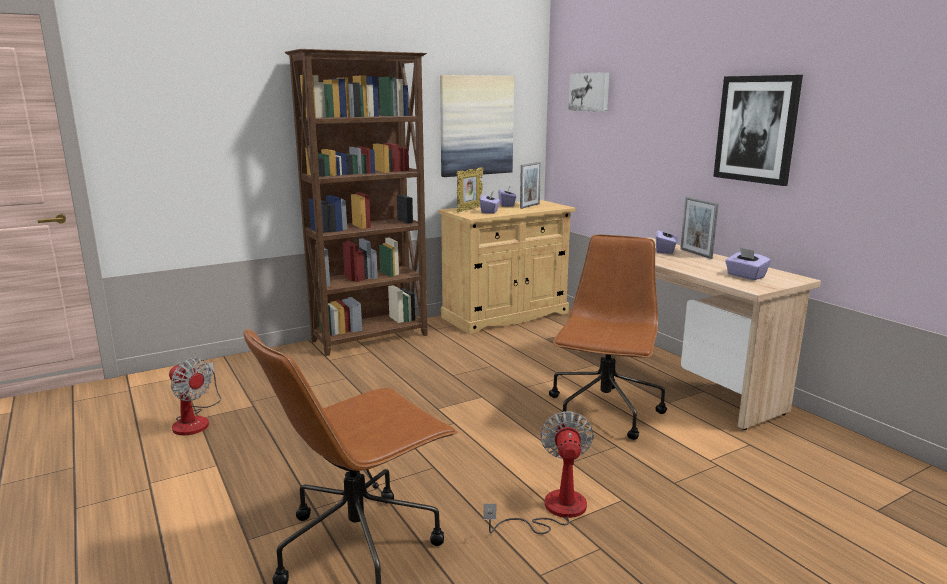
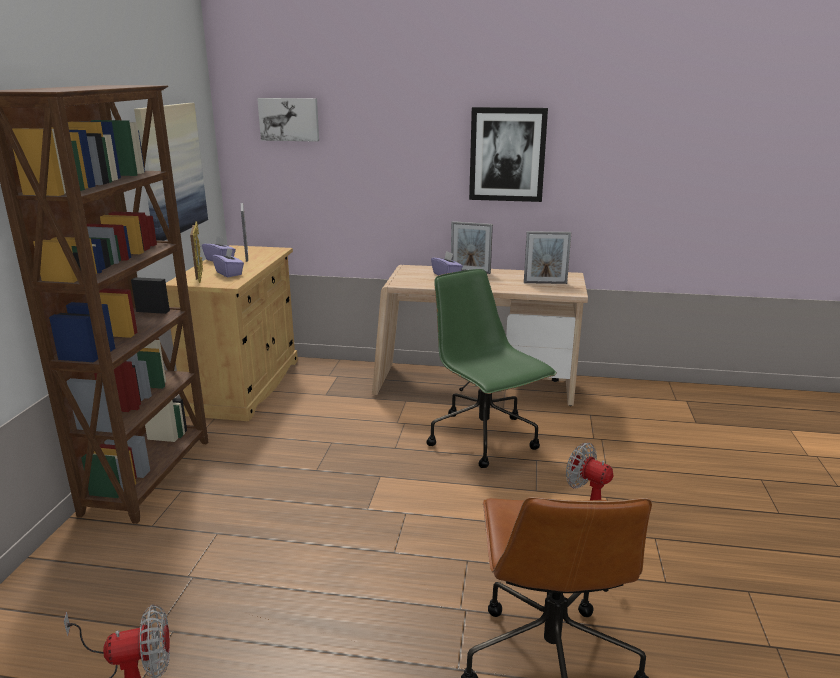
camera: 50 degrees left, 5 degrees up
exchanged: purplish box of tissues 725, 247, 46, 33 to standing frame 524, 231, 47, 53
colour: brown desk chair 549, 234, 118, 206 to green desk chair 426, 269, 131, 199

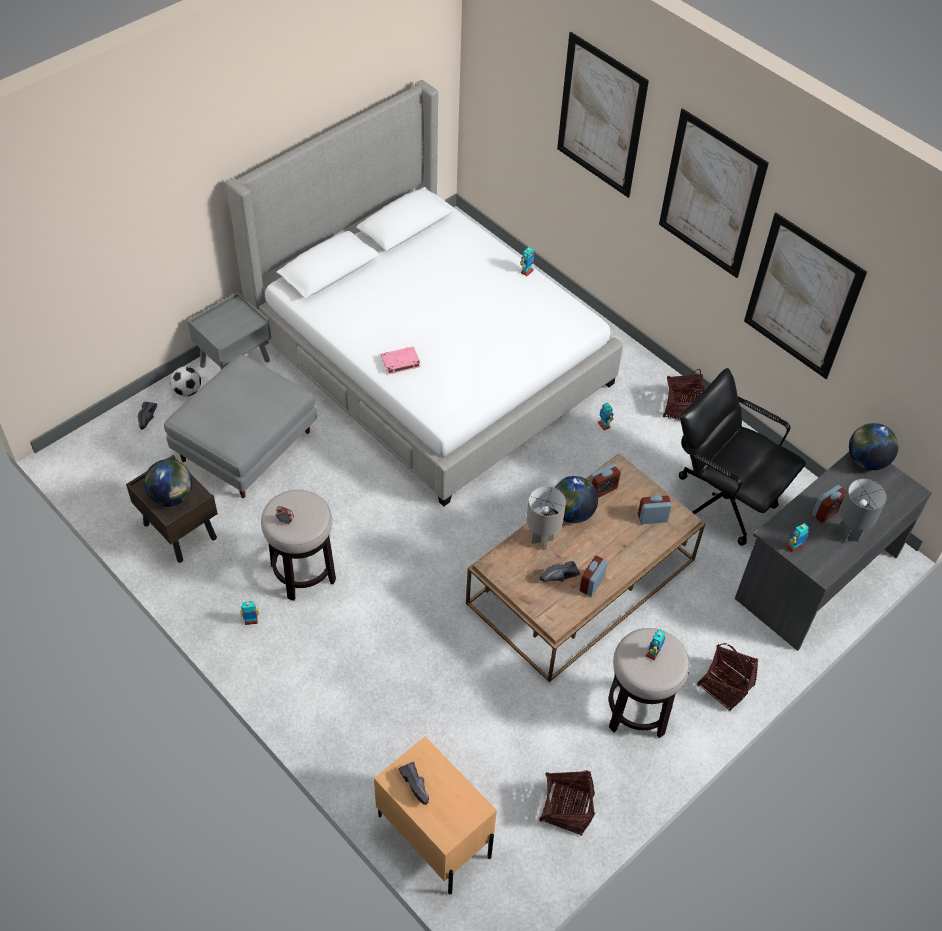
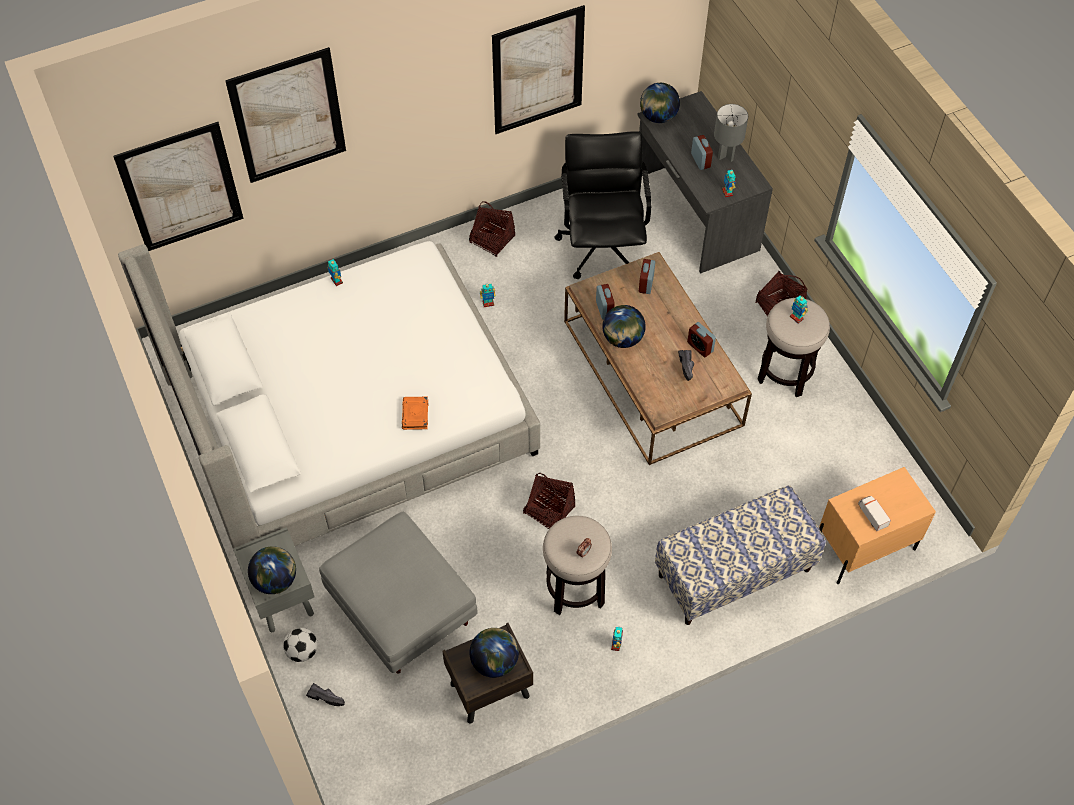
camera: 70 degrees left, 5 degrees up
missing: grey table lamp 526, 486, 40, 64
appeared: desk globe 248, 546, 48, 48; long seat 655, 485, 171, 140
relocated: basket 539, 770, 56, 66 to 523, 473, 52, 56; wall art 659, 108, 110, 170 to 113, 122, 131, 129
exchanged: black shoe 399, 762, 30, 43 to toy truck 858, 496, 33, 35
colour: pinkish volume 381, 346, 40, 28 to orange volume 402, 397, 26, 33
spun: black desk chair 679, 368, 127, 178 = 554, 132, 97, 147 120 degrees clockwise

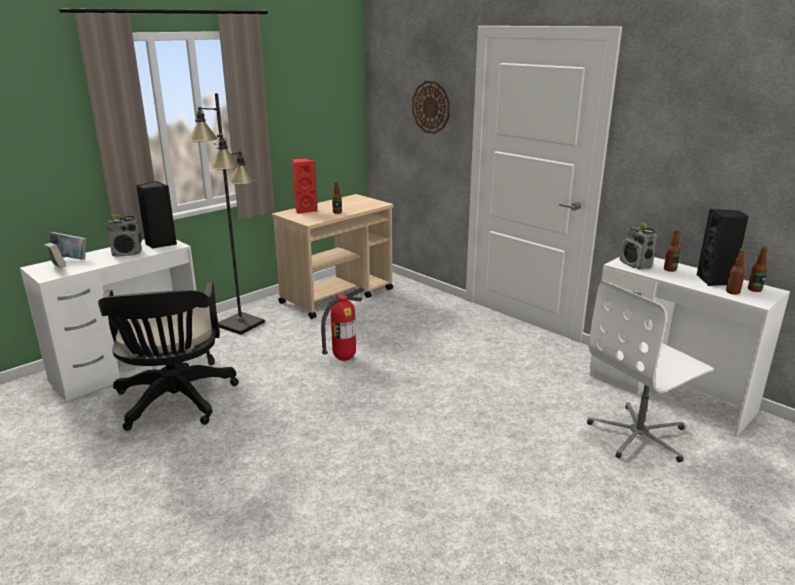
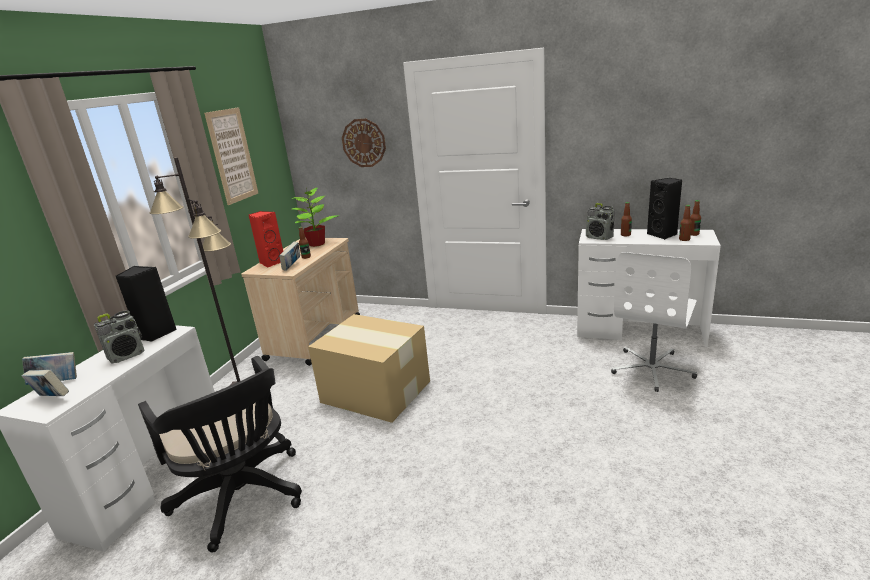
camera: 25 degrees left, 0 degrees up
appeared: wall art 204, 107, 54, 98; volume 279, 241, 21, 30; houseplant 292, 186, 47, 61
exchanged: extinguisher 321, 286, 44, 75 to packing box 308, 314, 122, 109

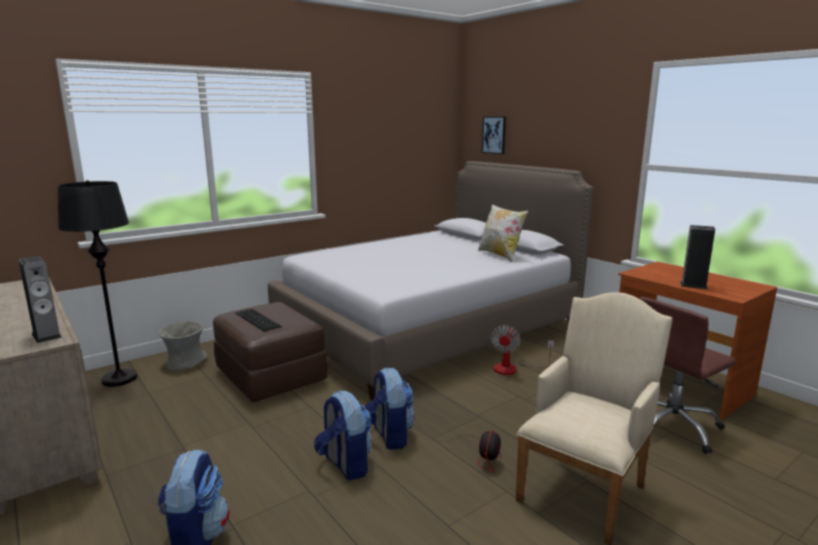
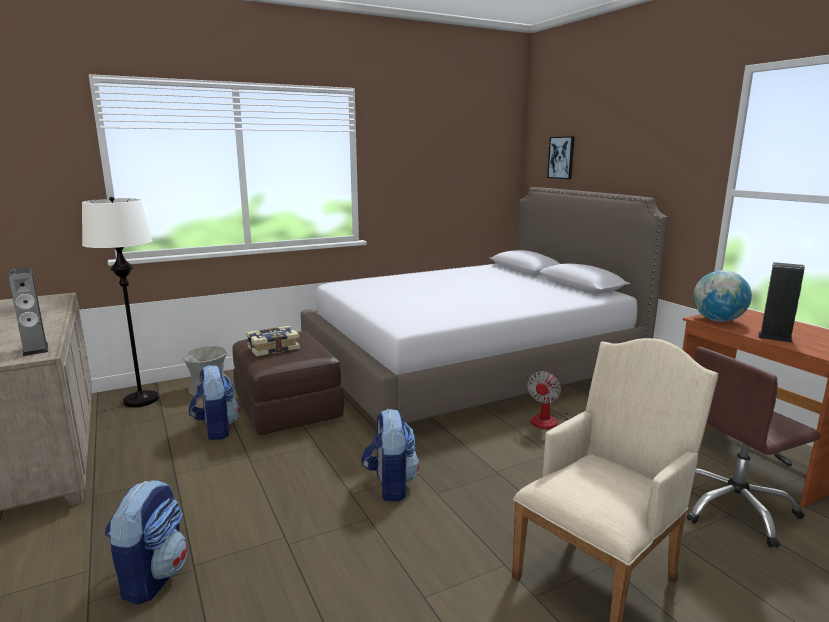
camera: 10 degrees right, 0 degrees up
missing: cooling fan 435, 431, 66, 41; pillow 477, 204, 51, 58
appeared: desk globe 693, 270, 59, 52
relocated: rucksack 314, 391, 58, 89 to 189, 365, 51, 75
exchanged: keyboard 235, 309, 47, 22 to volume 247, 326, 53, 30
colour: black standard lamp 57, 180, 80, 207 to white standard lamp 82, 197, 77, 210

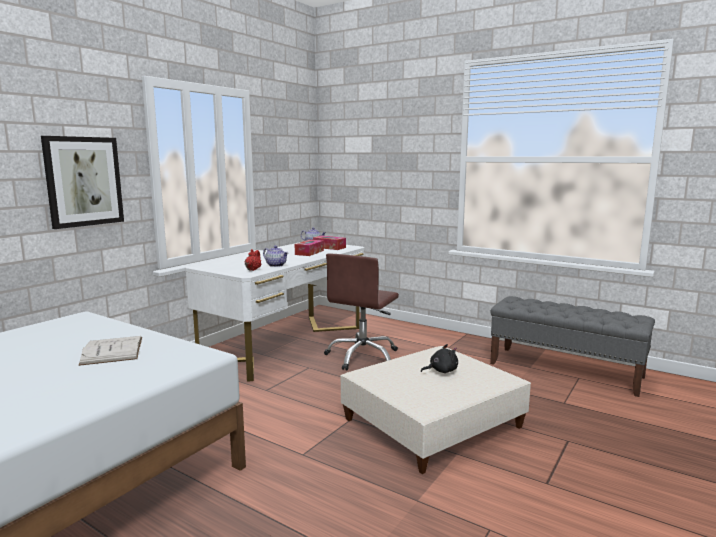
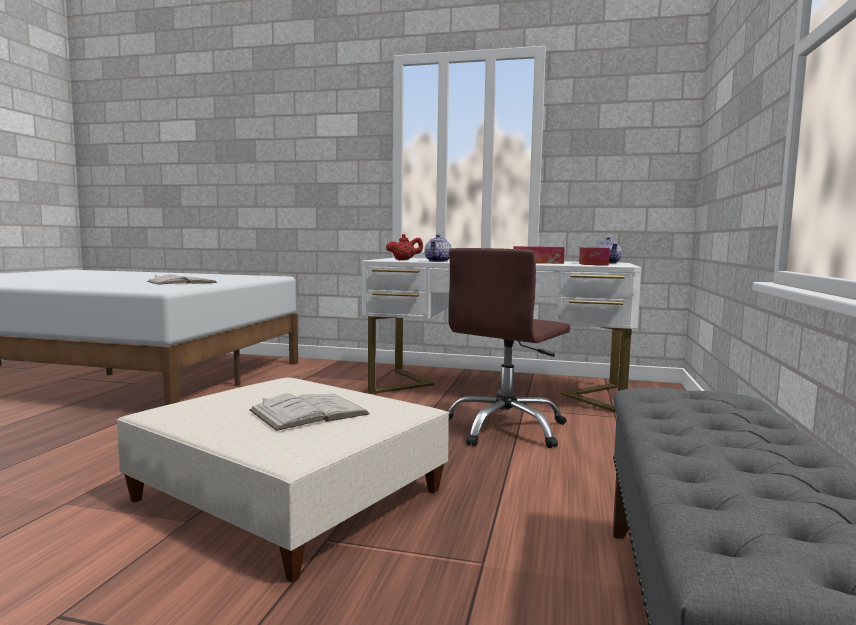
camera: 70 degrees right, 5 degrees down
missing: wall art 41, 136, 83, 93
exchanged: black plush toy 421, 344, 37, 29 to white volume 249, 393, 121, 38
spun: brown desk chair 324, 254, 75, 116 = 448, 248, 122, 200 60 degrees counterclockwise

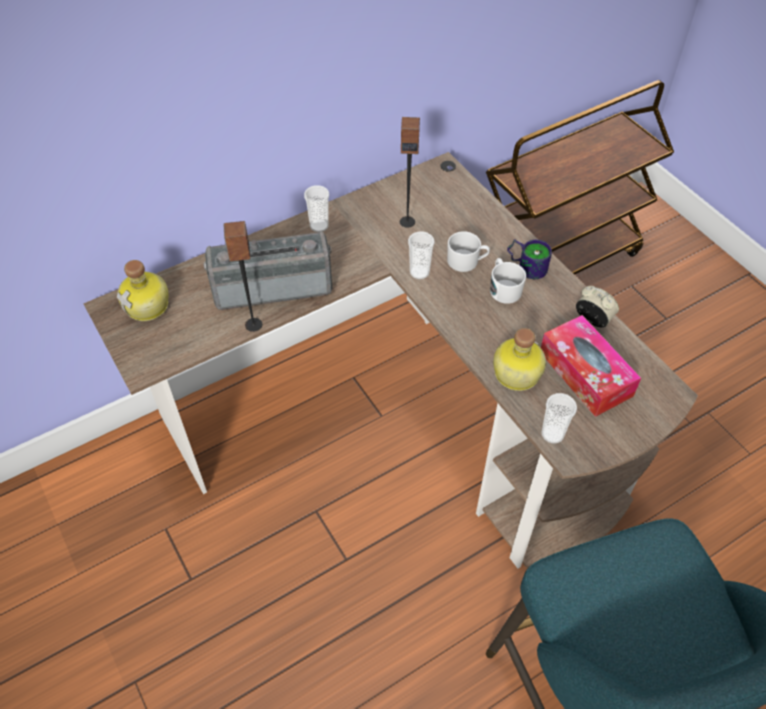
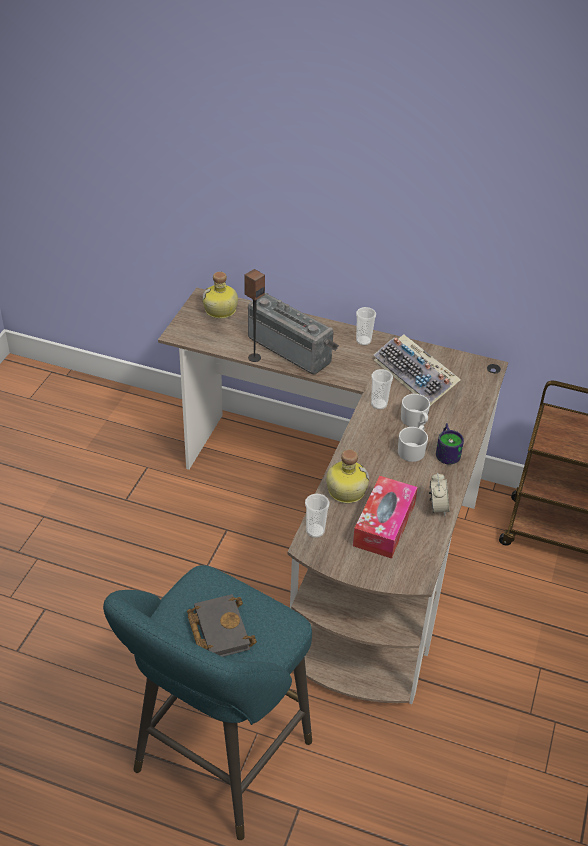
camera: 50 degrees right, 10 degrees down
appeared: black volume 187, 594, 70, 63
exchanged: speaker 400, 117, 20, 111 to keyboard 373, 334, 88, 72

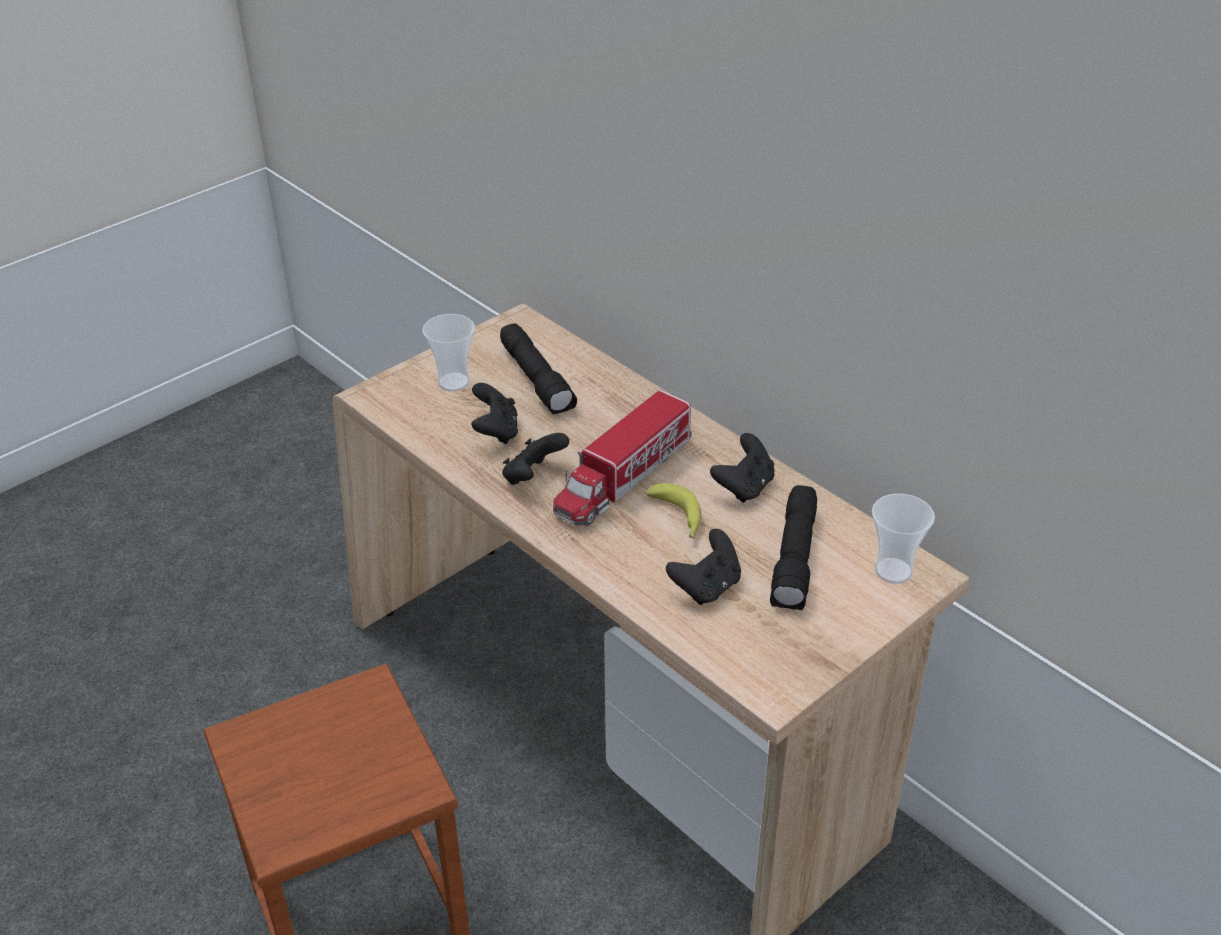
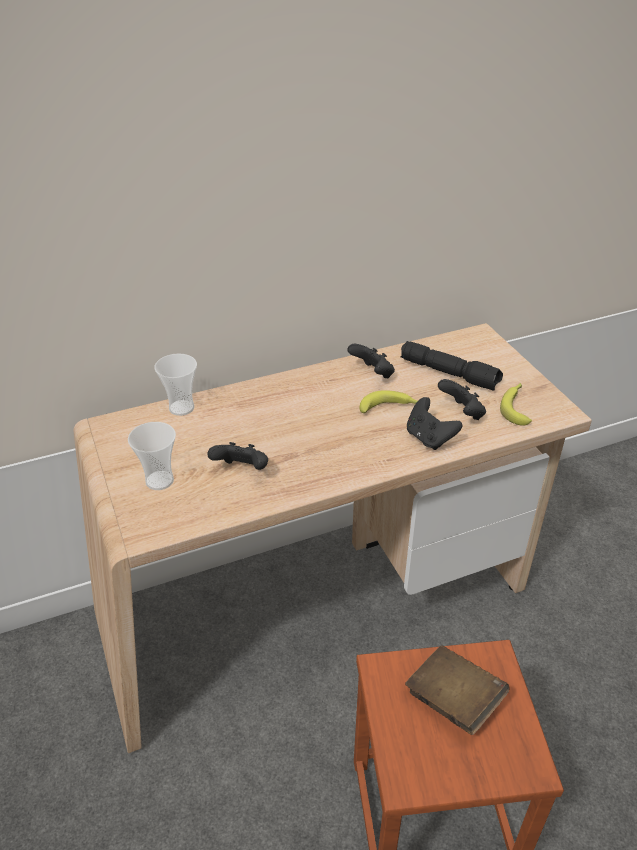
camera: 70 degrees left, 0 degrees up
missing: black flashlight 500, 323, 77, 91; toy truck 553, 390, 139, 136
appeared: brown volume 405, 645, 104, 90; banana fruit 500, 383, 32, 43
relocated: black game controller 502, 433, 67, 52 to 407, 397, 55, 53; small cup 872, 493, 63, 91 to 154, 354, 43, 62

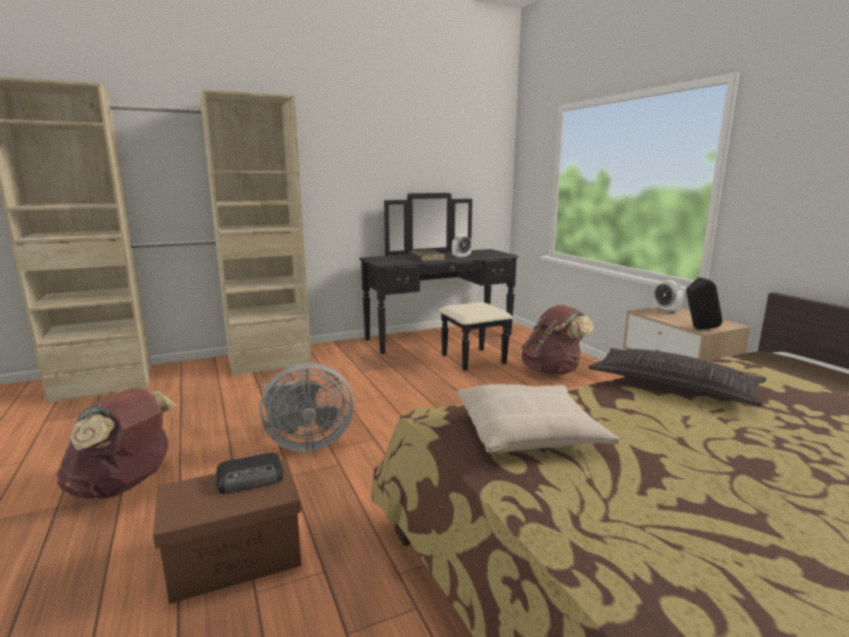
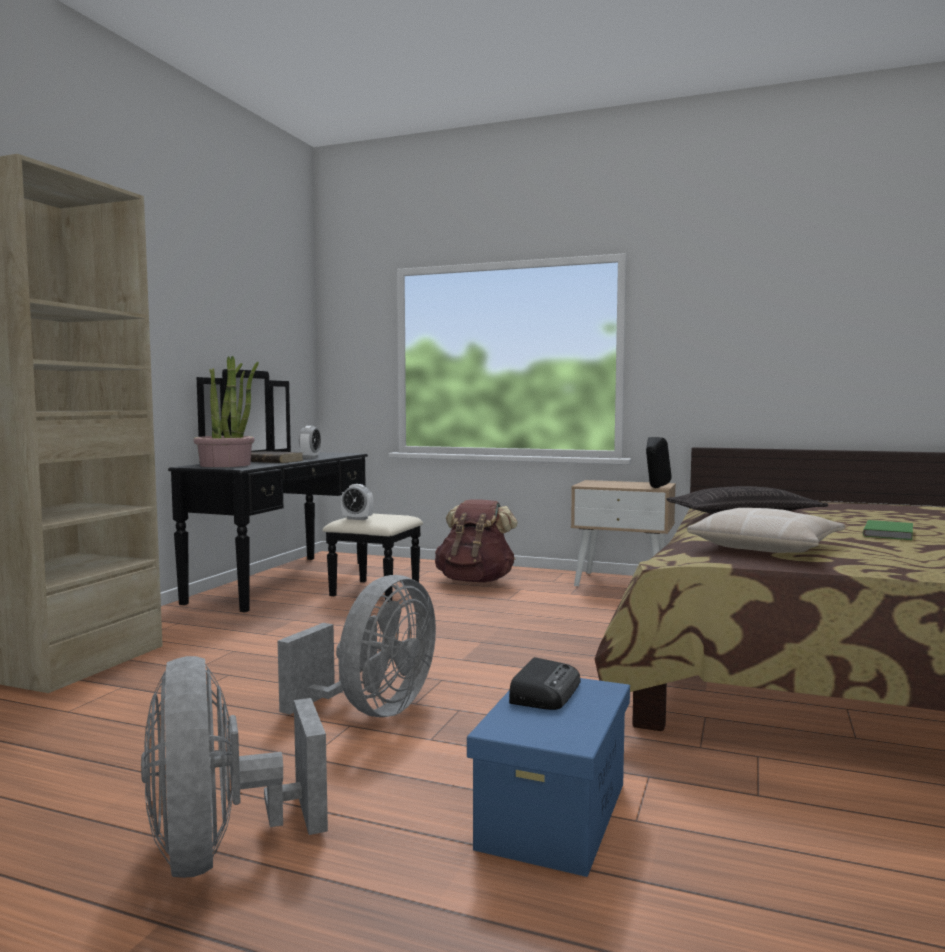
camera: 45 degrees left, 10 degrees down
appeared: houseplant 194, 356, 65, 111; green volume 863, 520, 50, 20
relocated: bedside clock 653, 280, 30, 33 to 341, 484, 33, 36
exchanged: brown rucksack 56, 387, 121, 112 to grey cooling fan 141, 656, 187, 222
colour: brown storage container 153, 459, 149, 145 to bluish storage container 467, 678, 163, 199

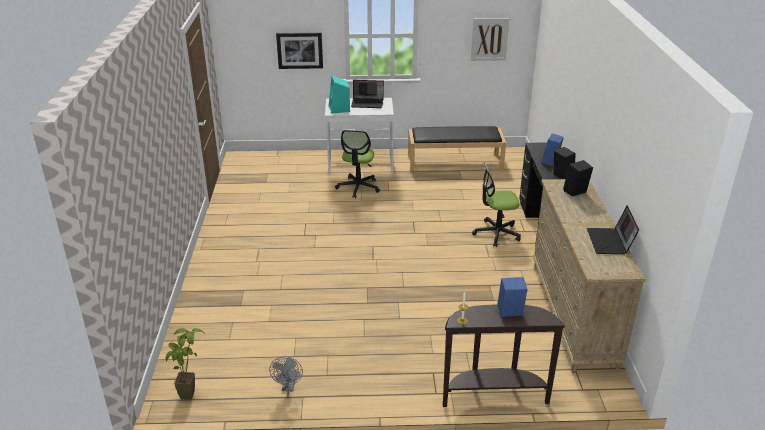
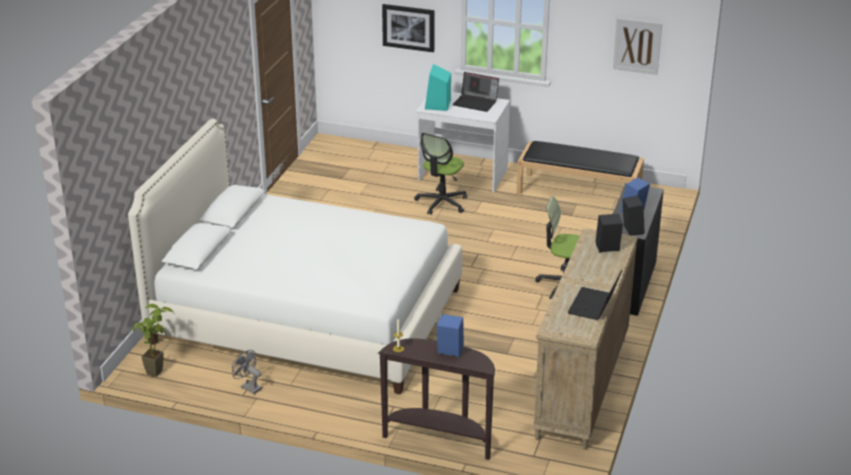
camera: 20 degrees right, 0 degrees up
appeared: white bedroom bed 128, 119, 334, 275
spun: grey cooling fan 269, 356, 34, 35 = 232, 350, 30, 44 105 degrees clockwise

